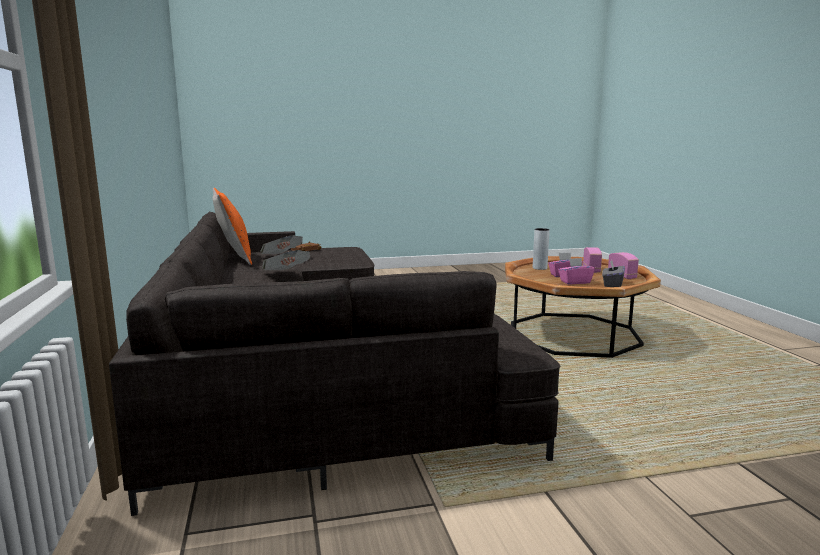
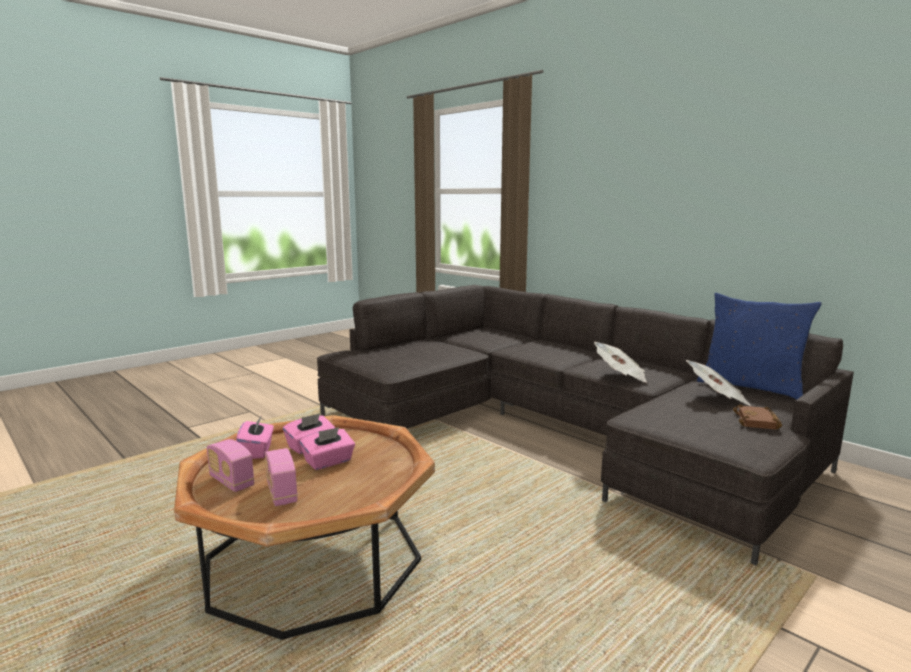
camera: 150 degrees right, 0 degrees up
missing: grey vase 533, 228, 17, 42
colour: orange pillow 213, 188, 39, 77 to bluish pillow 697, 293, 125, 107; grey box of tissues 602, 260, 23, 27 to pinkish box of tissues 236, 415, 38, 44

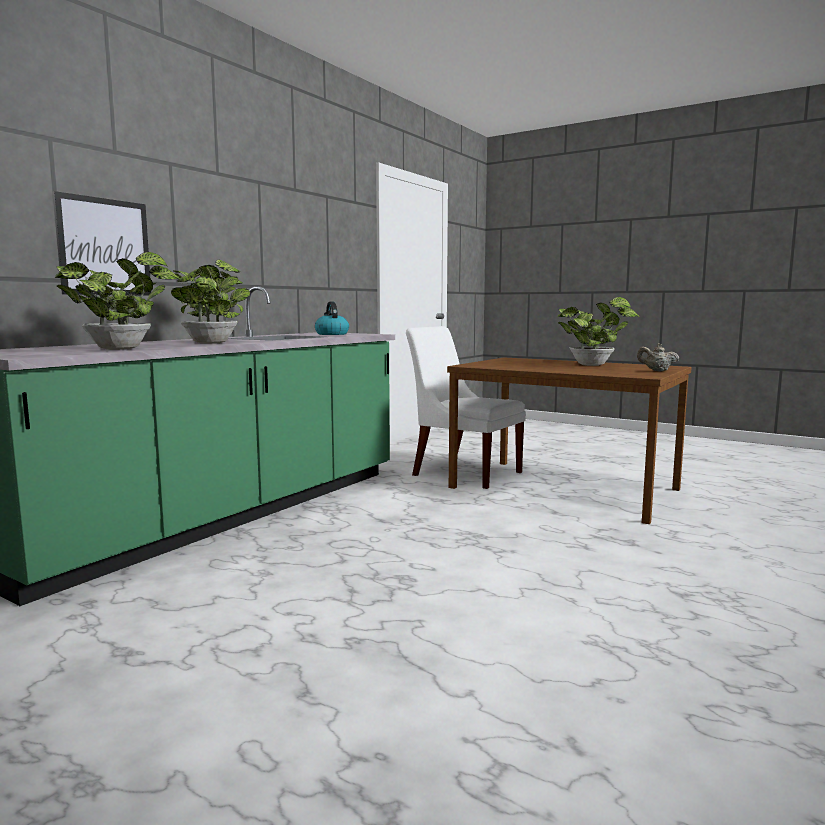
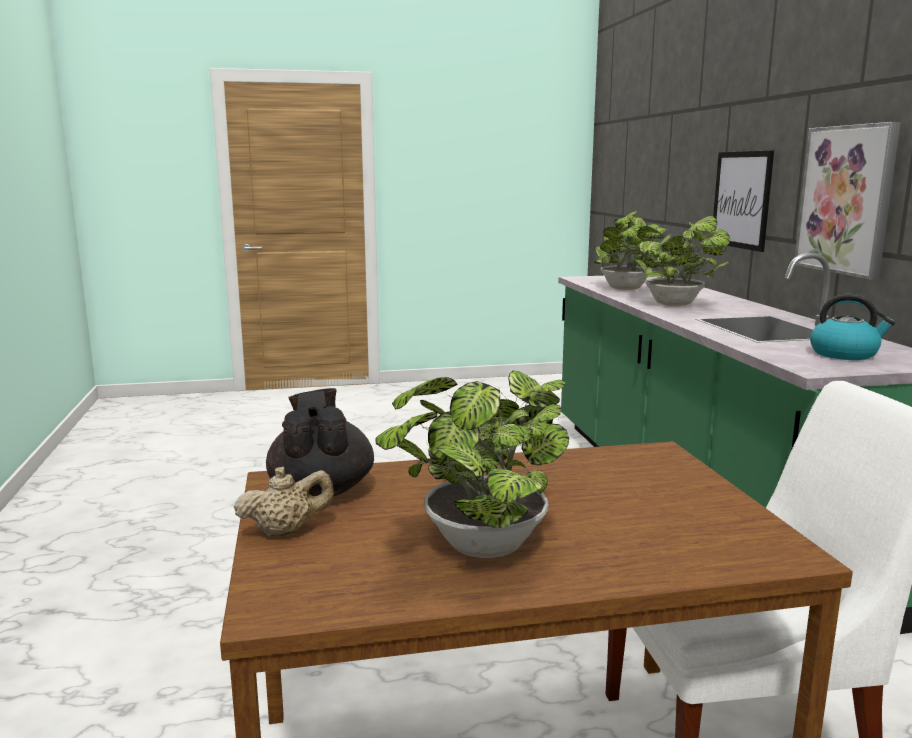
camera: 135 degrees right, 5 degrees up
appeared: black pot for tea 266, 388, 108, 108; wall art 795, 122, 106, 158

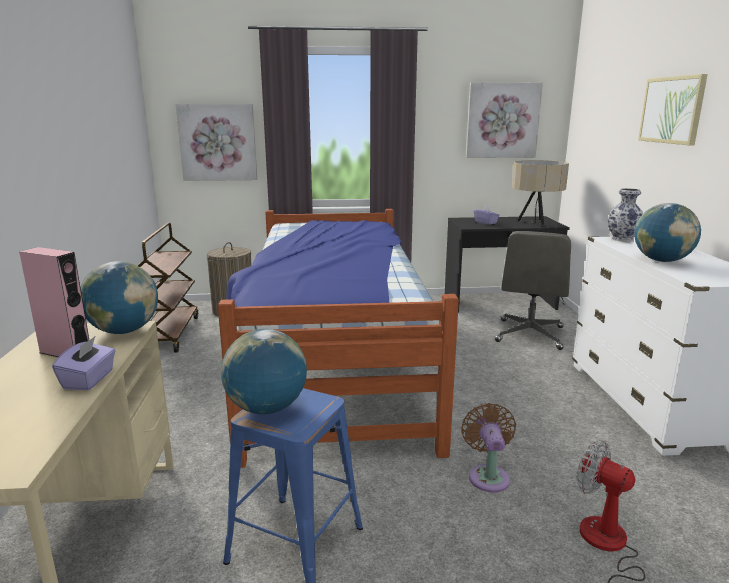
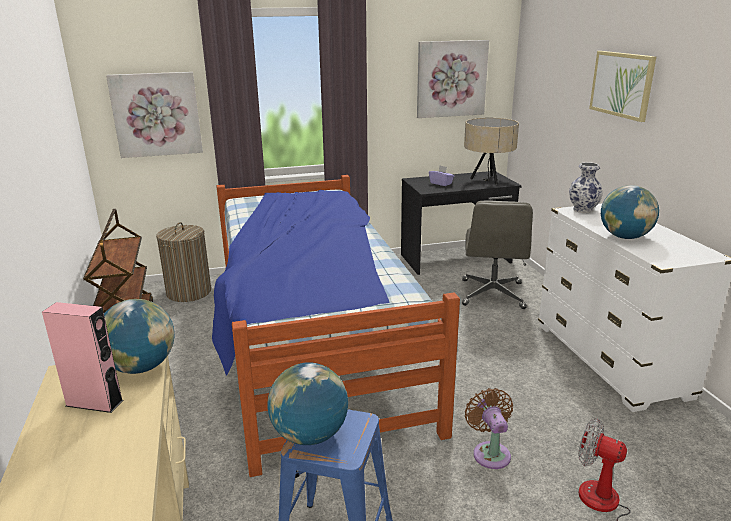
camera: 10 degrees left, 5 degrees up
missing: purplish box of tissues 52, 337, 63, 53

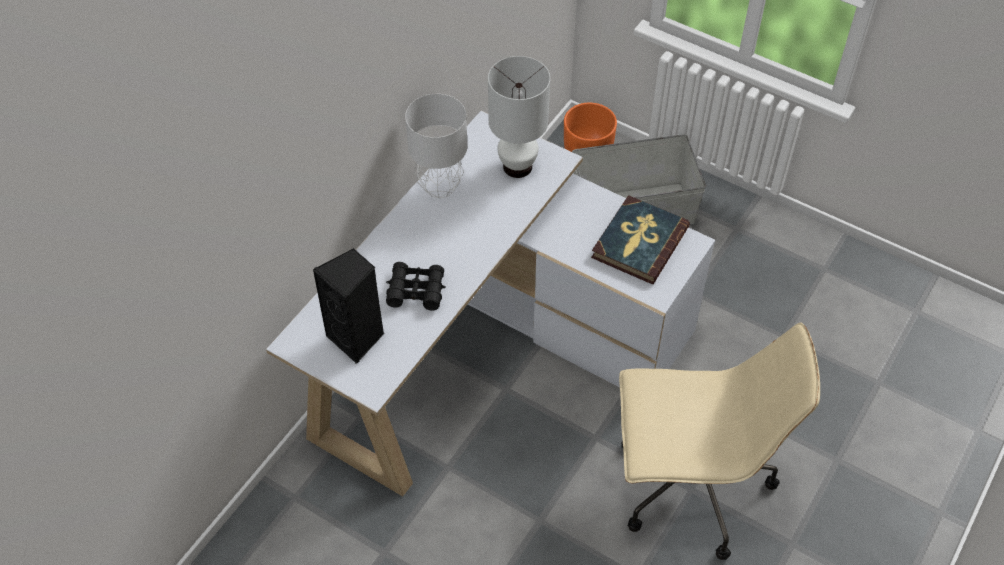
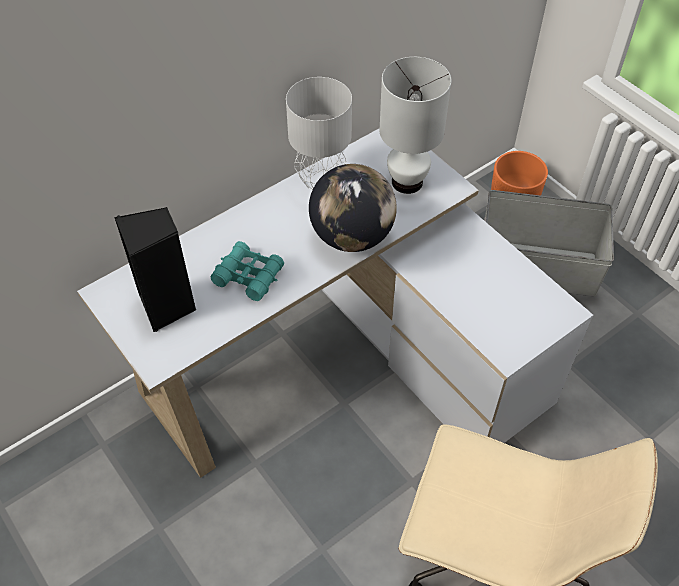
camera: 20 degrees right, 0 degrees up
missing: volume 591, 195, 99, 89
appeared: desk globe 309, 164, 88, 88
colour: black pair of binoculars 386, 262, 60, 49 to turquoise pair of binoculars 211, 241, 73, 60

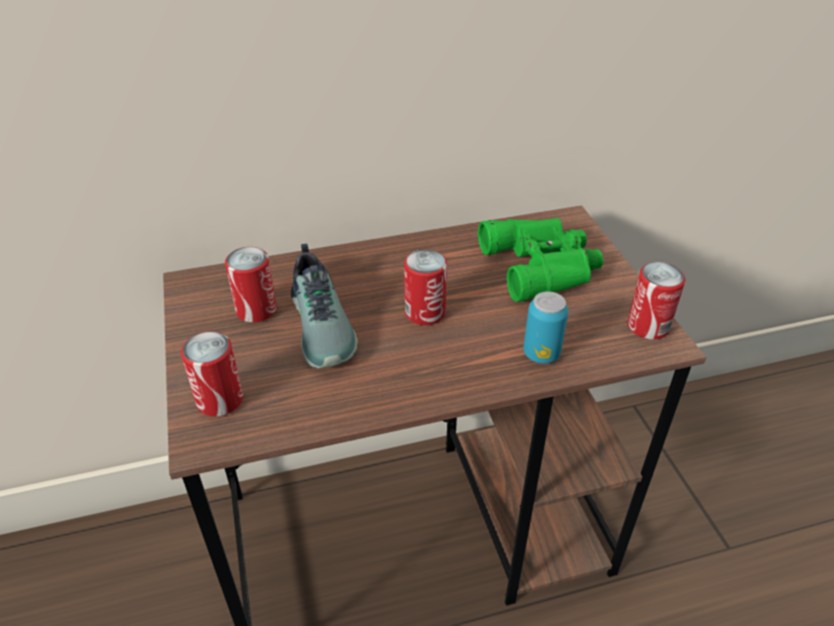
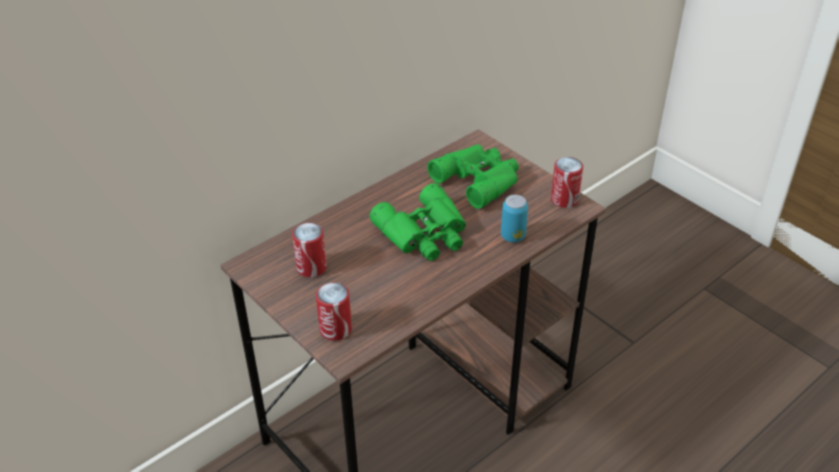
camera: 25 degrees left, 0 degrees up
missing: shoe 291, 244, 67, 125
exchanged: can 404, 249, 43, 76 to green pair of binoculars 370, 183, 96, 78

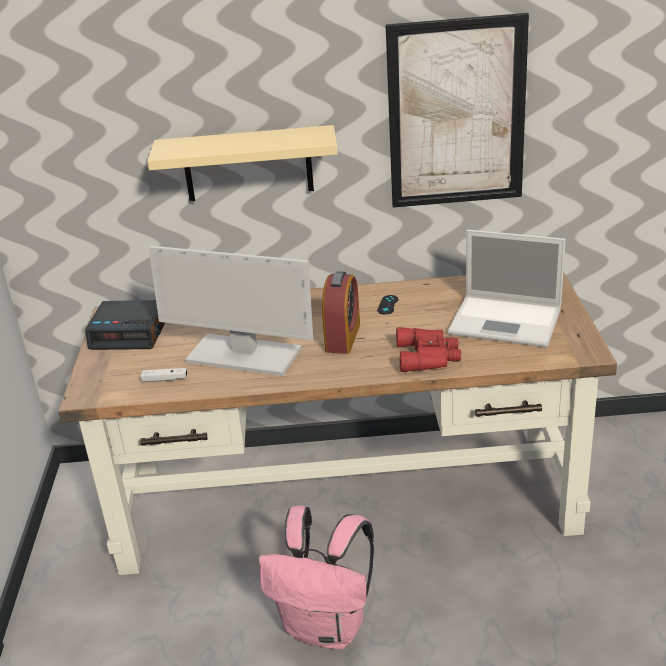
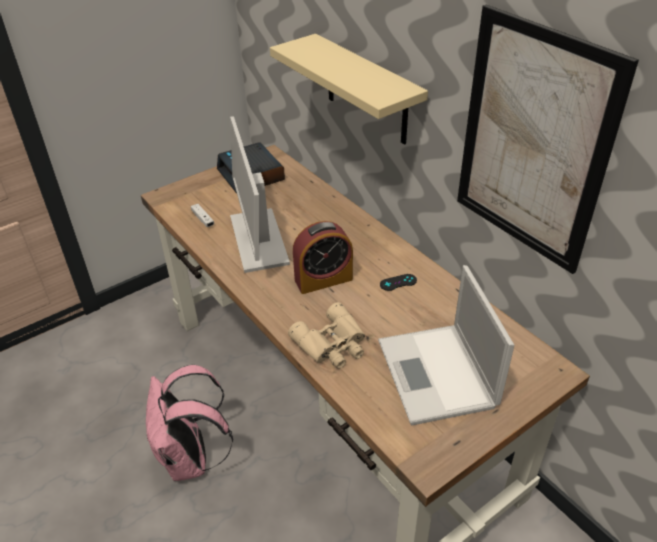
camera: 55 degrees right, 10 degrees up
colour: reddish pair of binoculars 396, 327, 65, 45 to beige pair of binoculars 288, 302, 77, 67

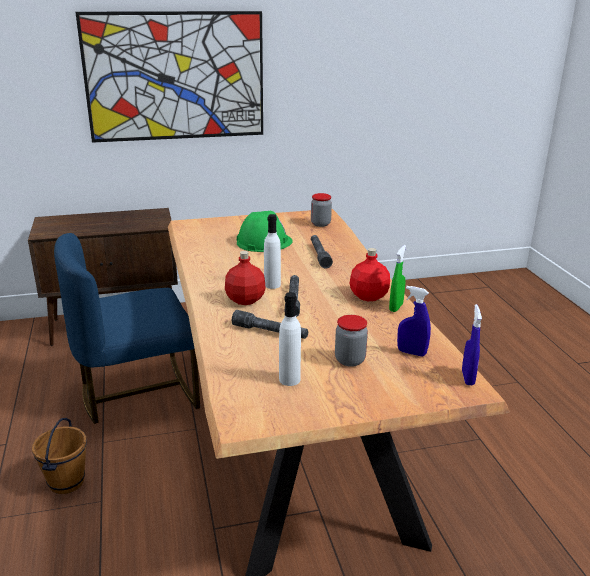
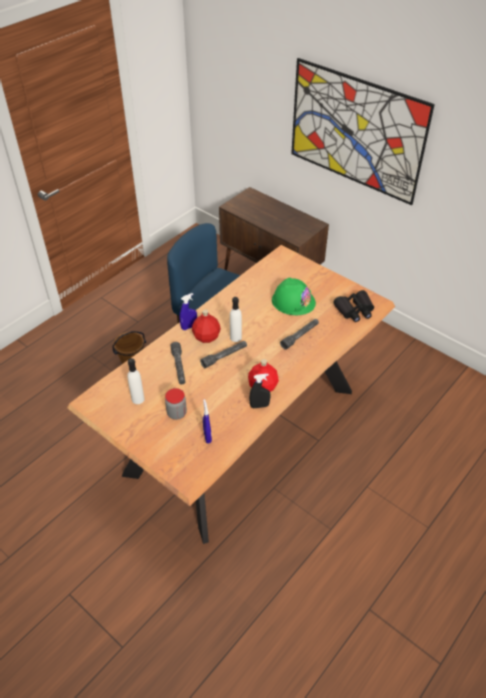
camera: 55 degrees right, 20 degrees up
relocated: bluish sprayer 462, 304, 20, 81 to 180, 293, 17, 37
exchanged: jar 311, 193, 21, 34 to black pair of binoculars 333, 290, 41, 32
colour: green sprayer 389, 245, 17, 67 to black sprayer 249, 374, 22, 34

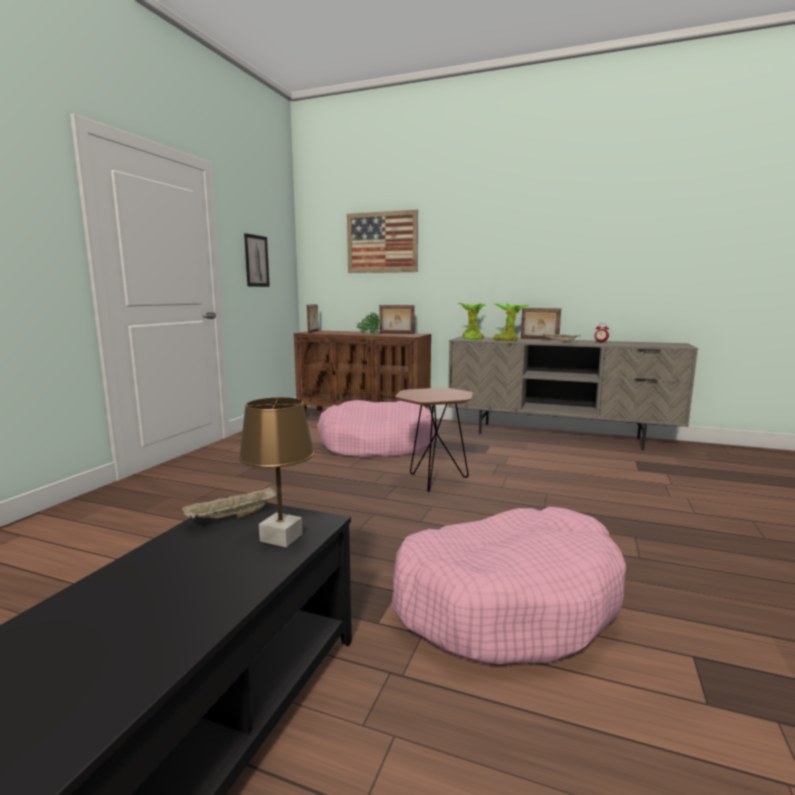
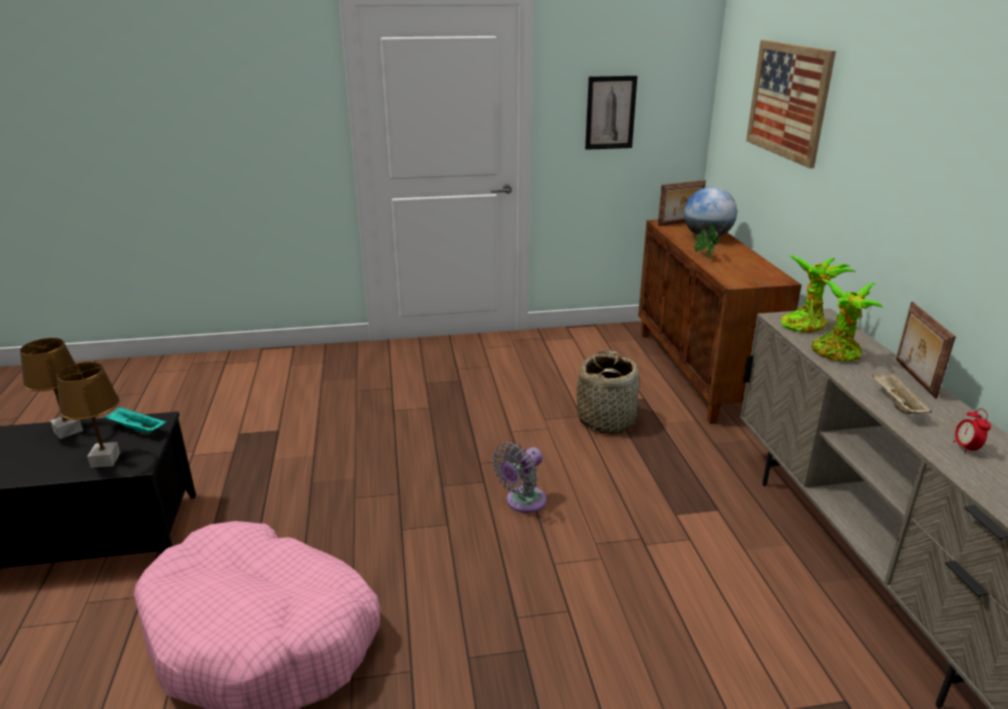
camera: 60 degrees right, 15 degrees up
missing: standing frame 380, 305, 35, 29
appeared: brown table lamp 20, 338, 63, 101; desk globe 684, 187, 53, 52
exchanged: pinkish dog cushion 317, 400, 118, 58 to basket 577, 350, 62, 84; brown accent table 395, 388, 78, 104 to grey cooling fan 492, 442, 55, 71
colour: beige tray 182, 486, 95, 33 to turquoise tray 104, 407, 62, 26

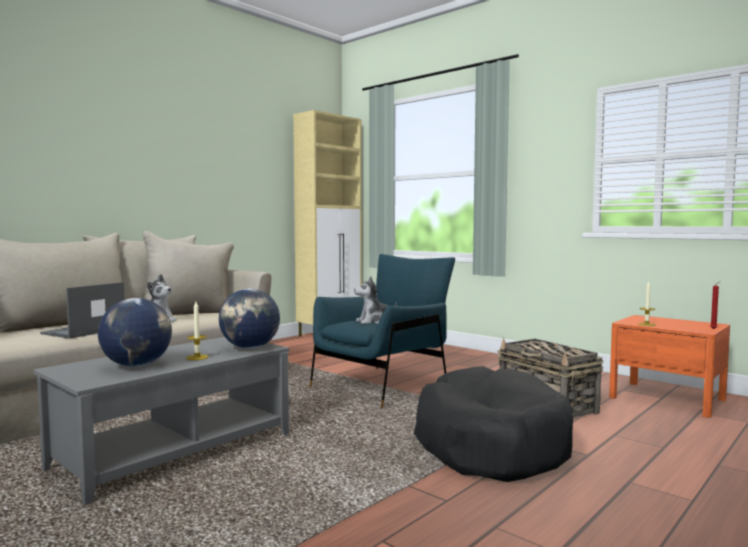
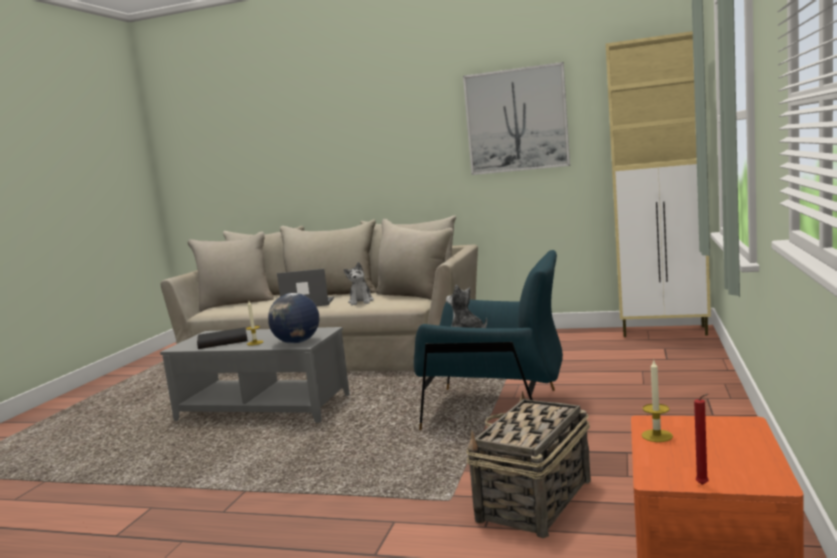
camera: 65 degrees right, 5 degrees up
missing: black dog cushion 414, 366, 159, 116
appeared: wall art 463, 62, 107, 113
exchanged: desk globe 98, 298, 74, 69 to black volume 197, 327, 51, 22

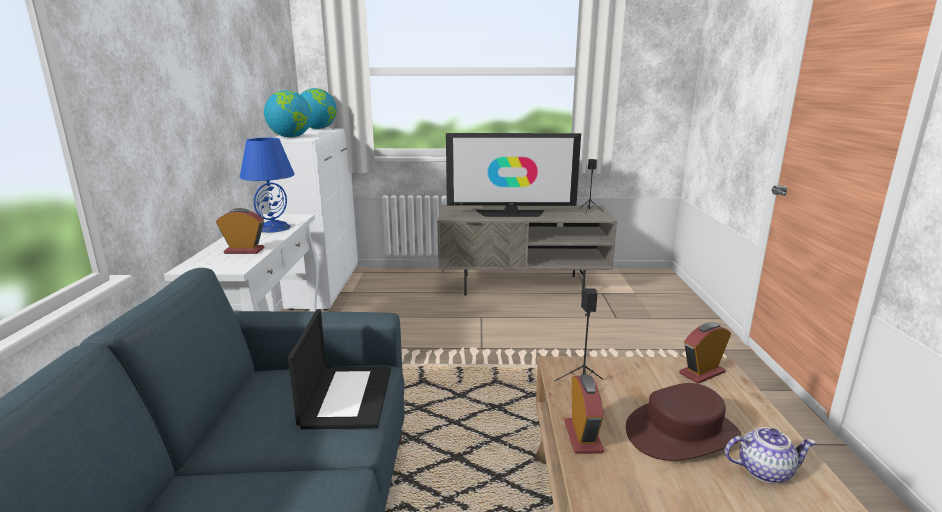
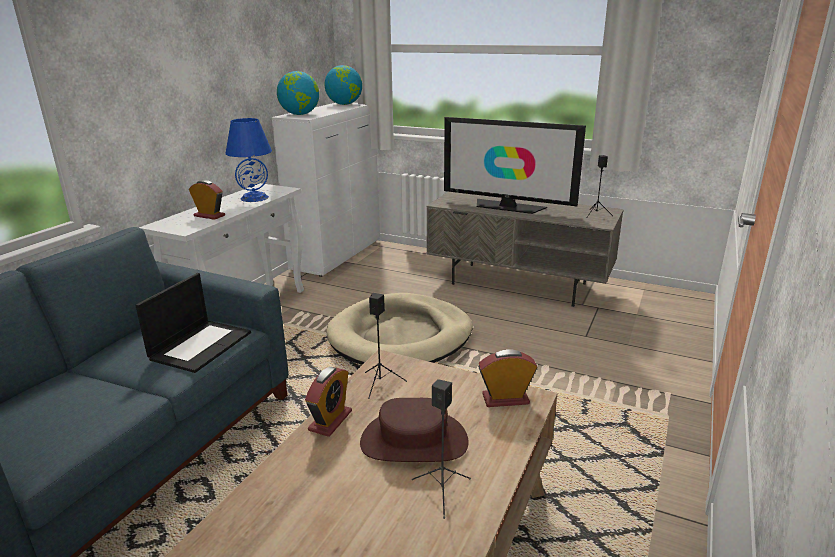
camera: 25 degrees right, 5 degrees up
appeared: beige dog cushion 326, 293, 147, 72
exchanged: pot for tea 725, 427, 92, 56 to black speaker 412, 379, 59, 140

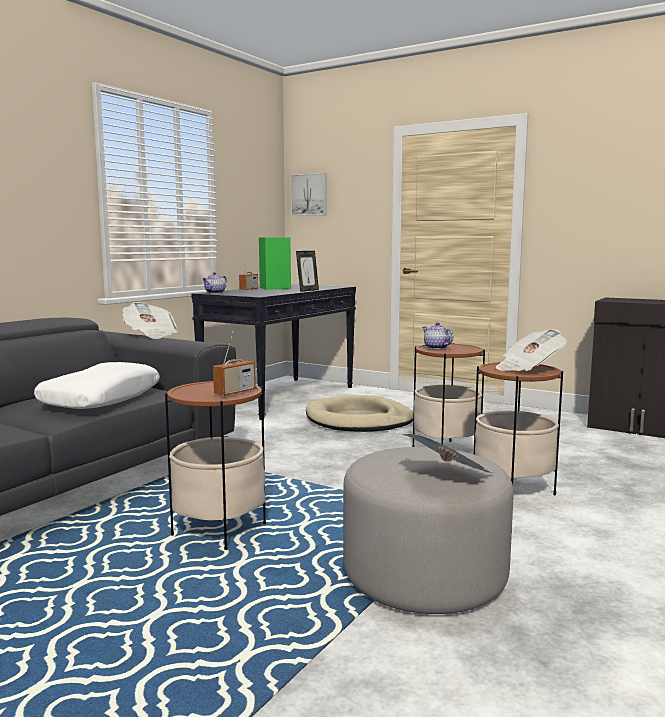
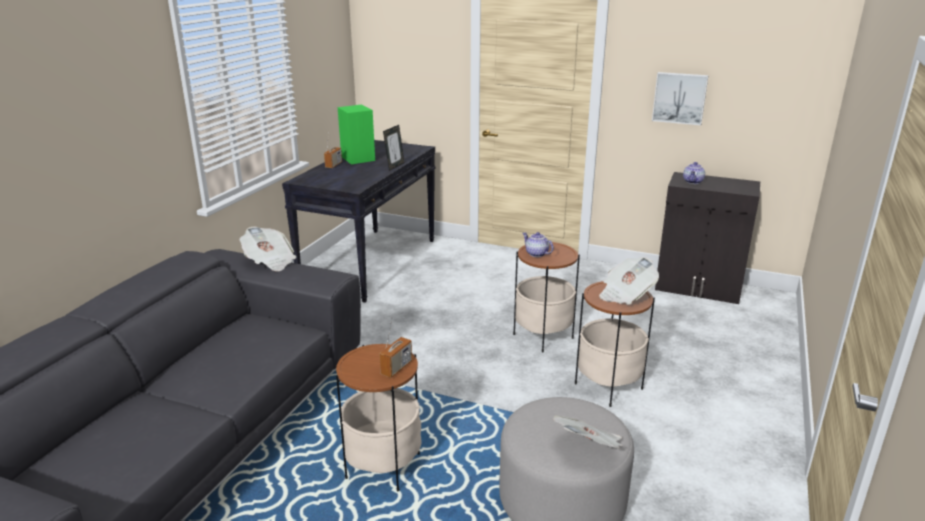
camera: 10 degrees left, 15 degrees up
missing: white pillow 34, 362, 126, 47; beige dog cushion 306, 395, 107, 37
relocated: pot for tea 202, 272, 25, 22 to 683, 162, 22, 22; wall art 290, 173, 37, 43 to 652, 72, 57, 53

